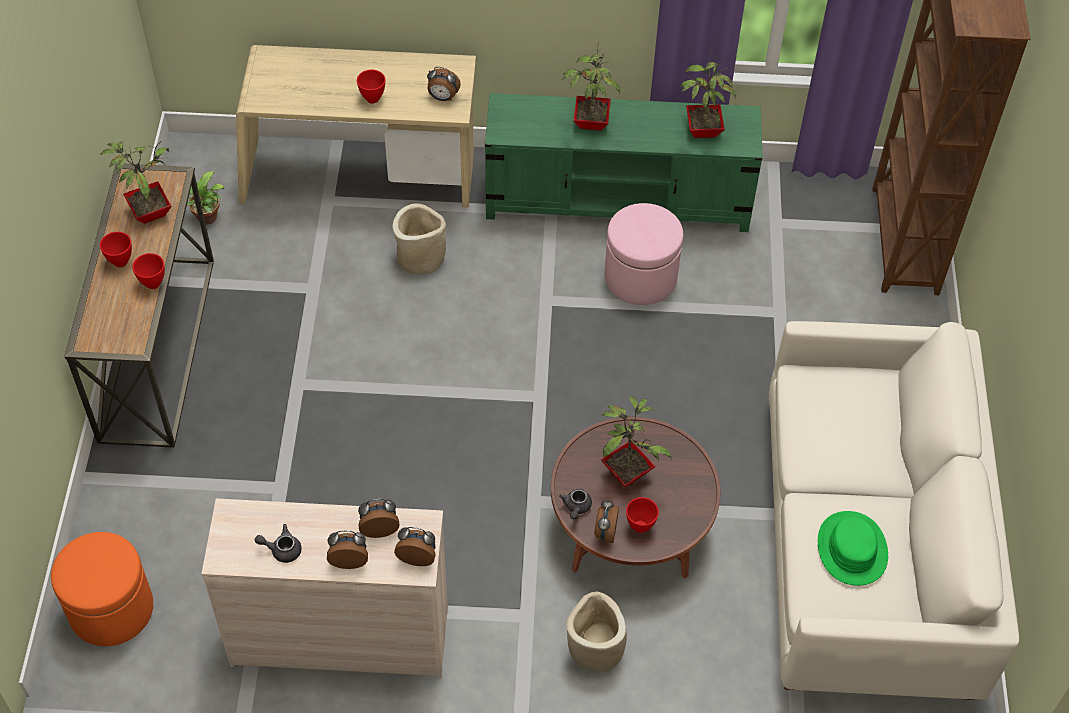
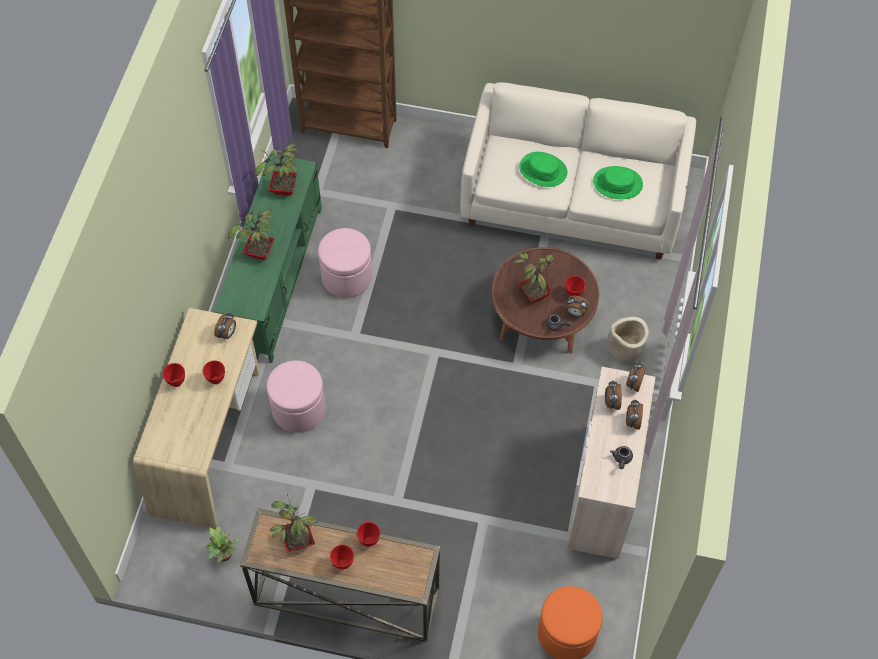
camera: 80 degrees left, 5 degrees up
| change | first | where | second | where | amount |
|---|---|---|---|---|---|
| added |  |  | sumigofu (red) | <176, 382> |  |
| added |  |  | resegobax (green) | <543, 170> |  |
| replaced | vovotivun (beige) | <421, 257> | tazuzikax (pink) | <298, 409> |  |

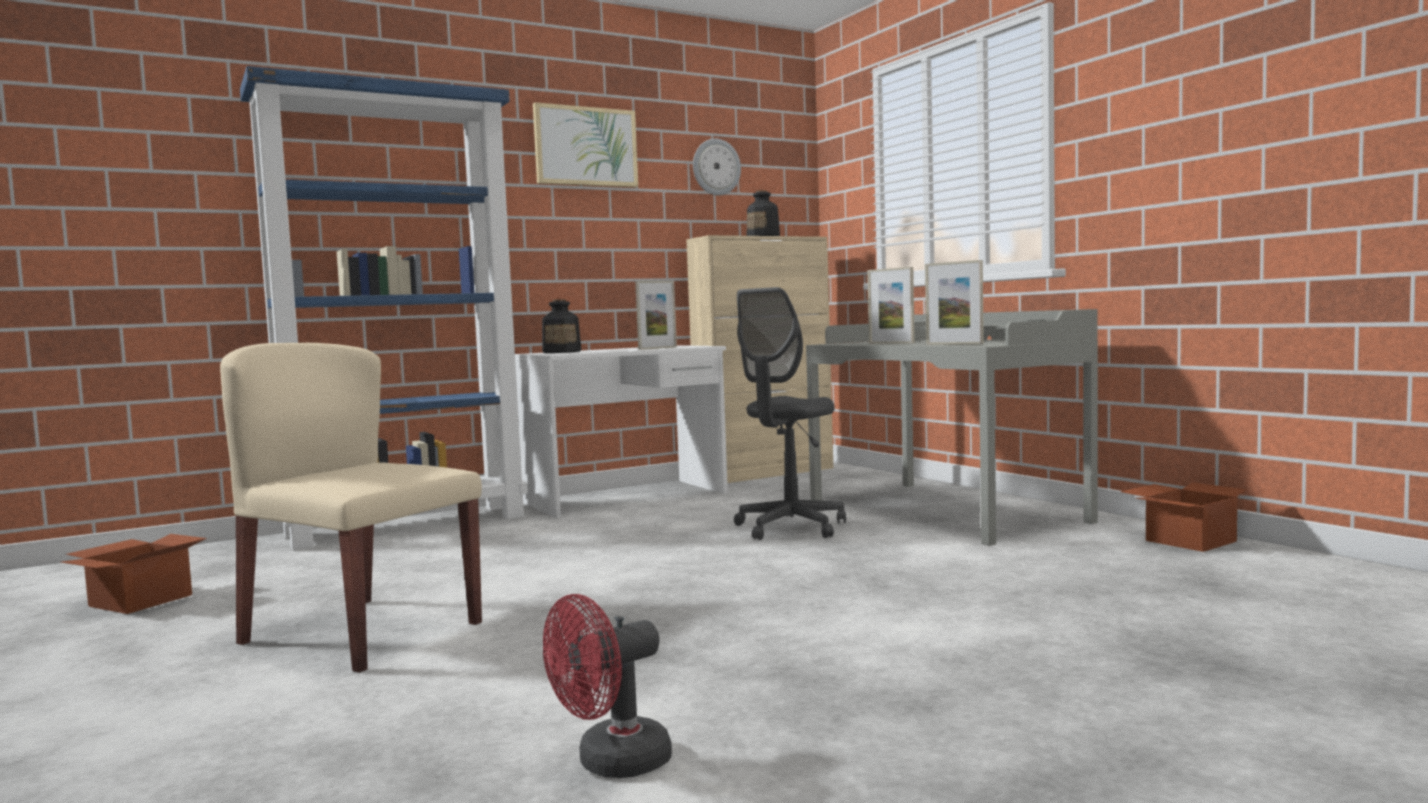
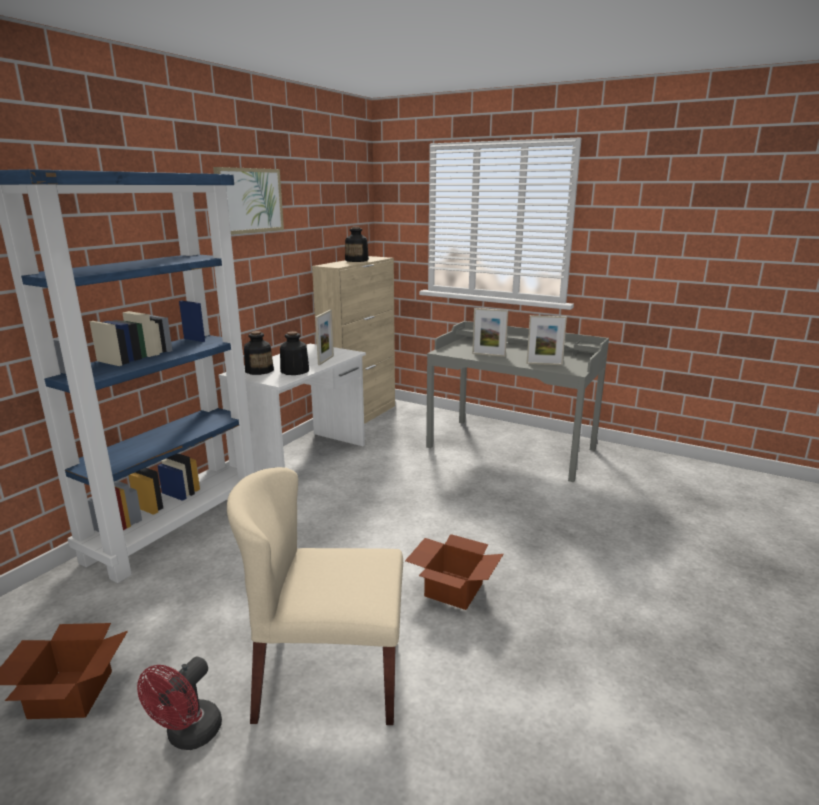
camera: 30 degrees left, 15 degrees up
| change | first | where | second | where | amount |
|---|---|---|---|---|---|
| removed | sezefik | <716, 167> |  |  |  |
| removed | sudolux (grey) | <790, 528> |  |  |  |
| added |  |  | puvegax | <294, 371> |  |
| moved | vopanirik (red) | <611, 764> |  | <188, 736> |  |
| moved | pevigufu | <1189, 540> |  | <452, 588> |  |

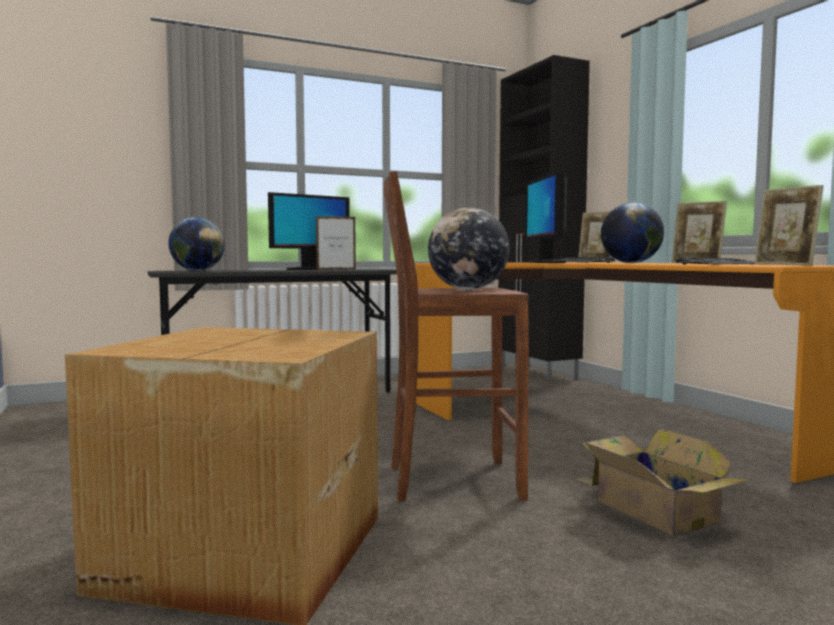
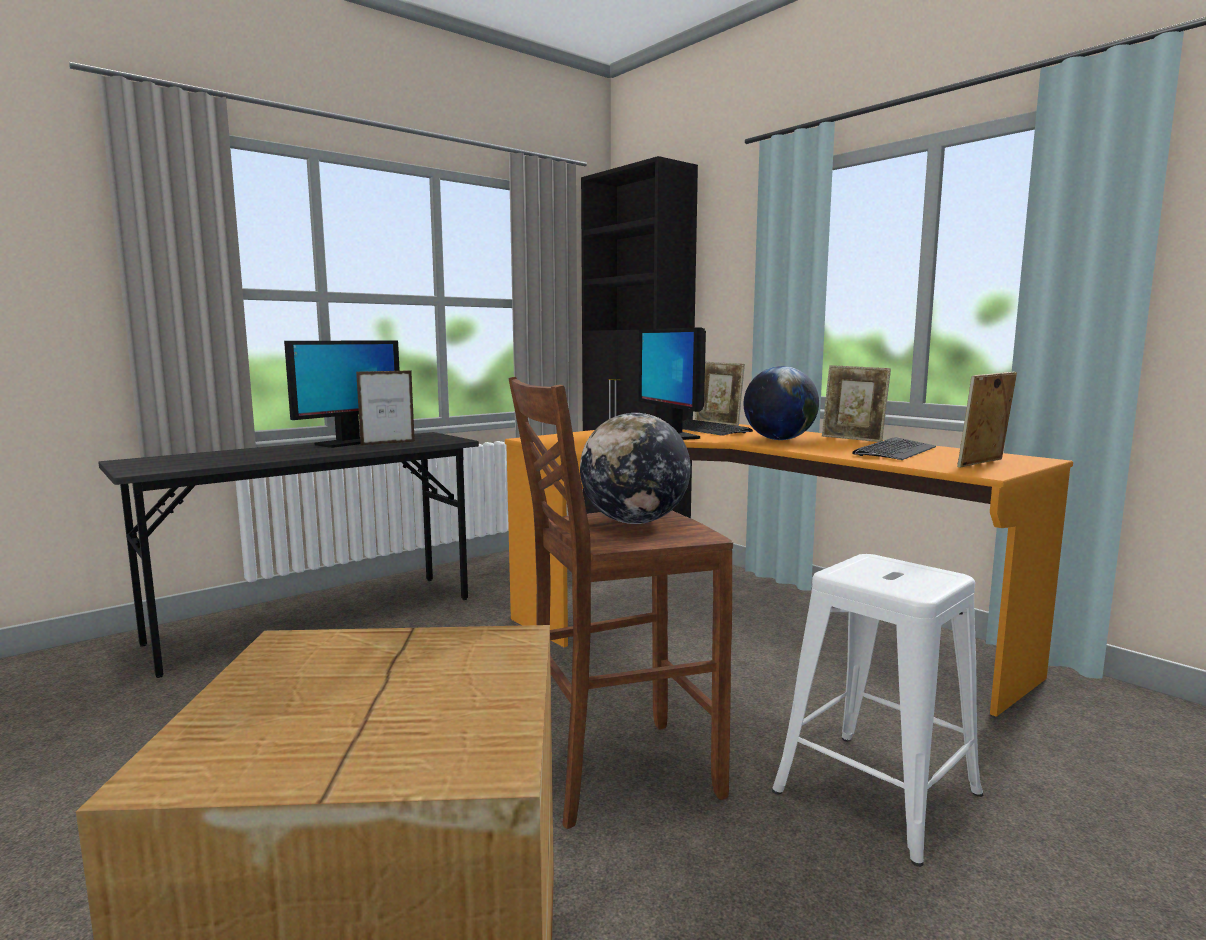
camera: 15 degrees left, 5 degrees up
| change | first | where | second | where | amount |
|---|---|---|---|---|---|
| removed | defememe | <197, 270> |  |  |  |
| replaced | pevigufu | <653, 510> | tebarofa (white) | <877, 792> |  |
| turned | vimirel | <785, 265> |  | <982, 464> | 90 degrees clockwise |

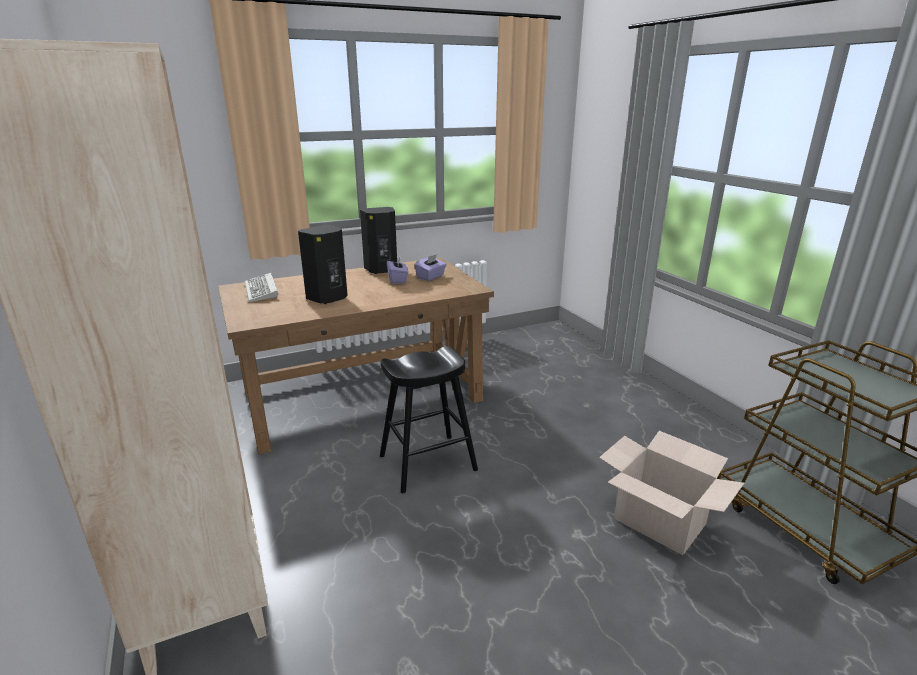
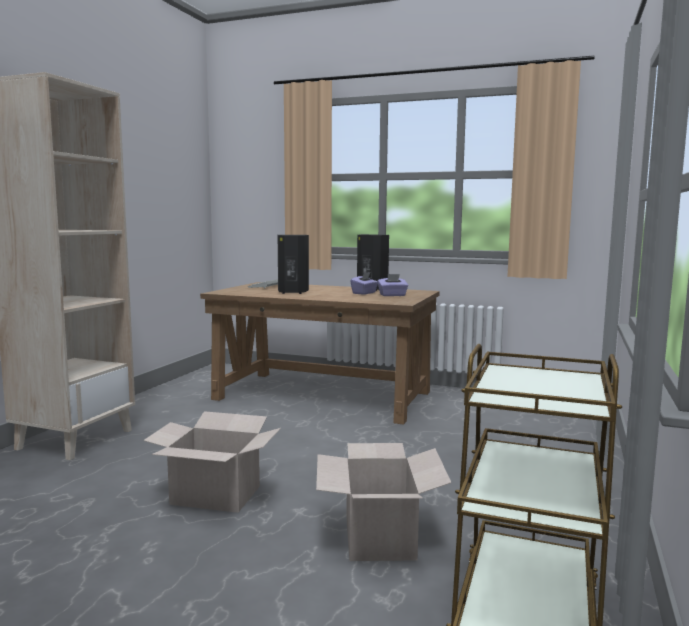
camera: 45 degrees right, 15 degrees down
| change | first | where | second | where | amount |
|---|---|---|---|---|---|
| removed | tebarofa (black) | <428, 463> |  |  |  |
| added |  |  | pevigufu | <216, 495> |  |

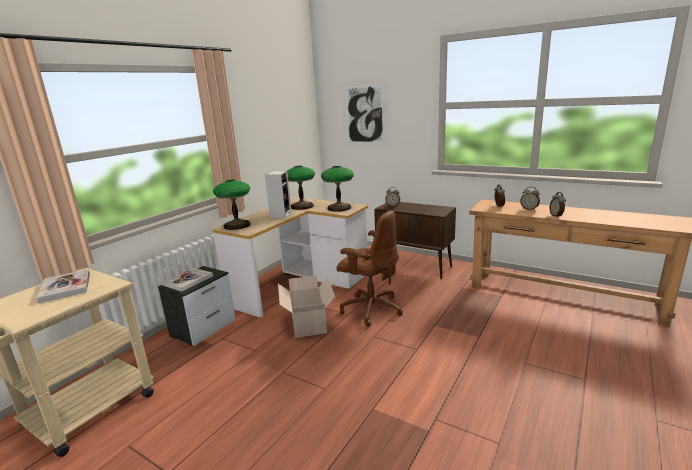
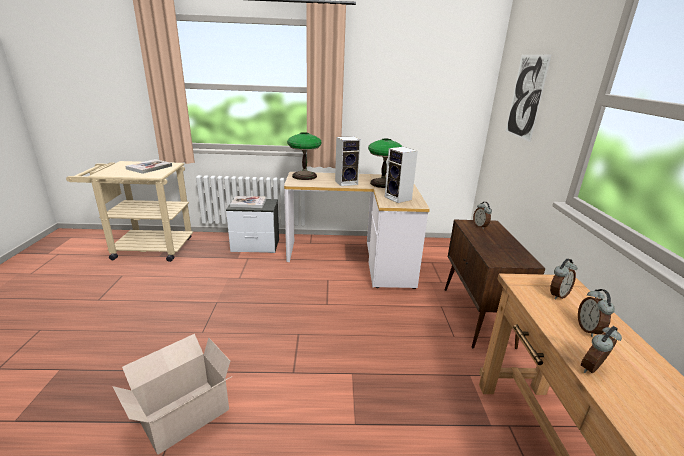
camera: 55 degrees right, 5 degrees up
| change | first | where | second | where | amount |
|---|---|---|---|---|---|
| removed | sudolux (brown) | <371, 309> |  |  |  |
| moved | pevigufu | <308, 324> |  | <182, 416> |  |
| replaced | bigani | <339, 208> | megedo | <399, 198> |  |

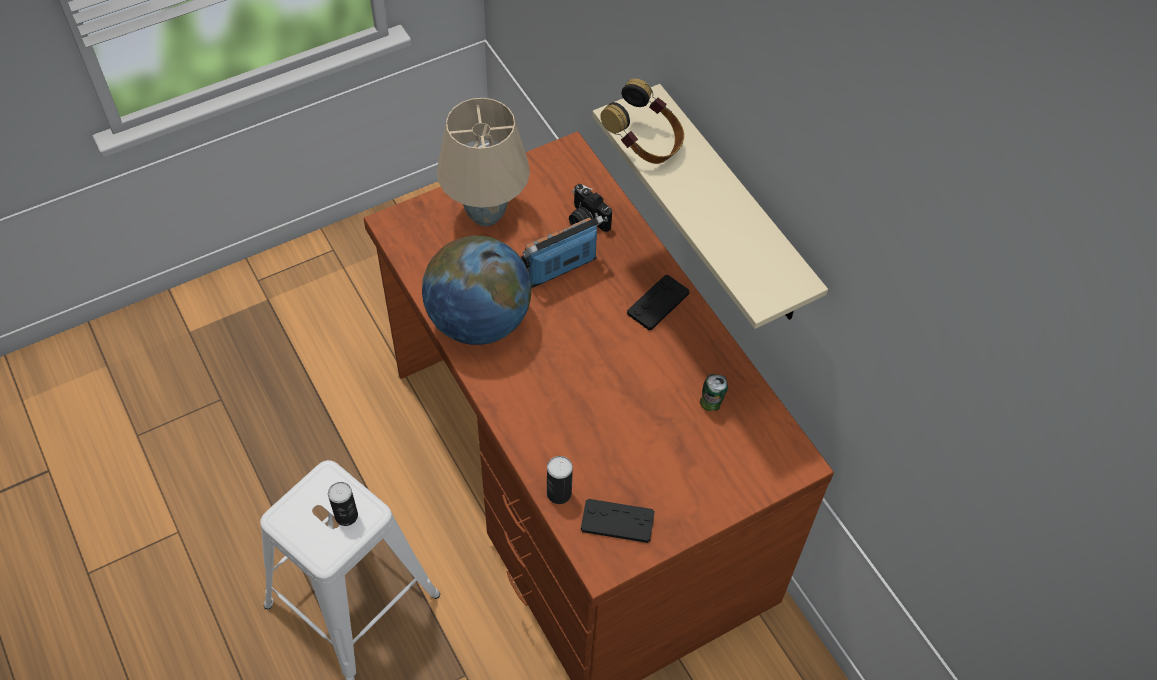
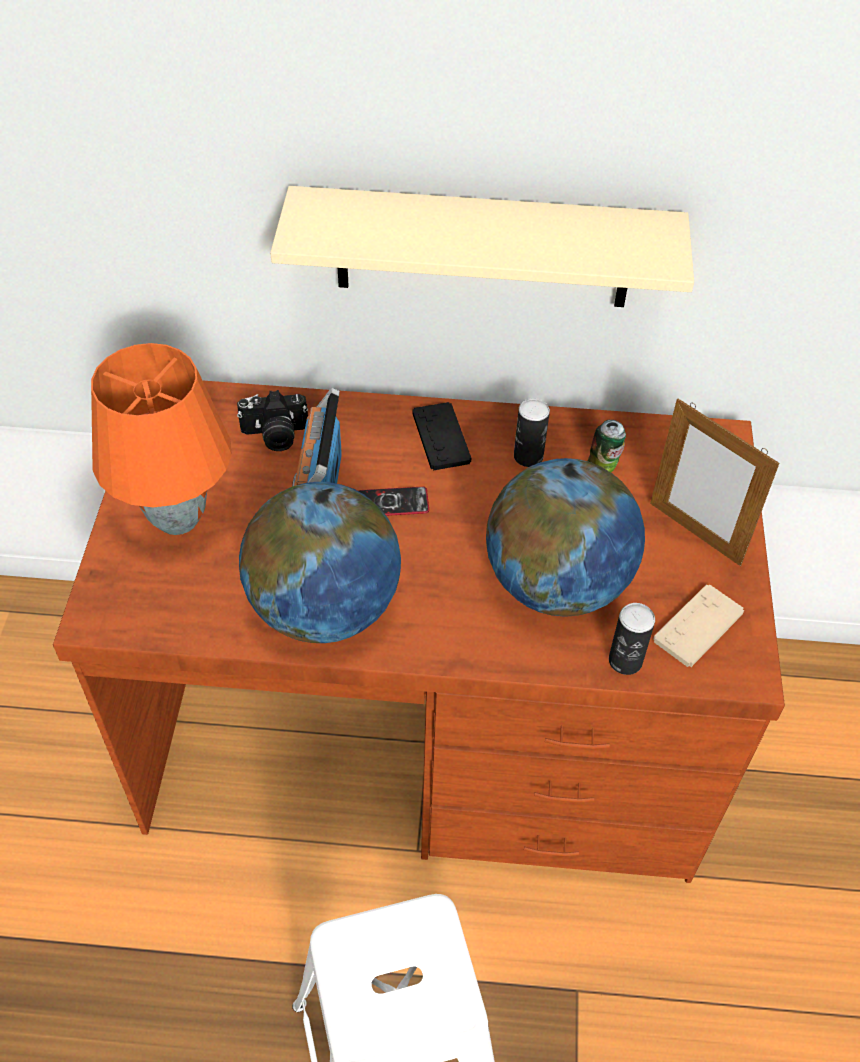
camera: 55 degrees left, 5 degrees down
| change | first | where | second | where | amount |
|---|---|---|---|---|---|
| removed | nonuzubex | <644, 144> |  |  |  |
| added |  |  | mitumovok | <392, 503> |  |
| added |  |  | defememe | <557, 584> |  |
| added |  |  | vimirel | <695, 533> |  |
| moved | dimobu | <346, 515> |  | <528, 456> |  |
| recoloured | bigani (beige) | <486, 214> | bigani (orange) | <176, 518> |  |
| recoloured | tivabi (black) | <617, 521> | tivabi (beige) | <698, 626> |  |

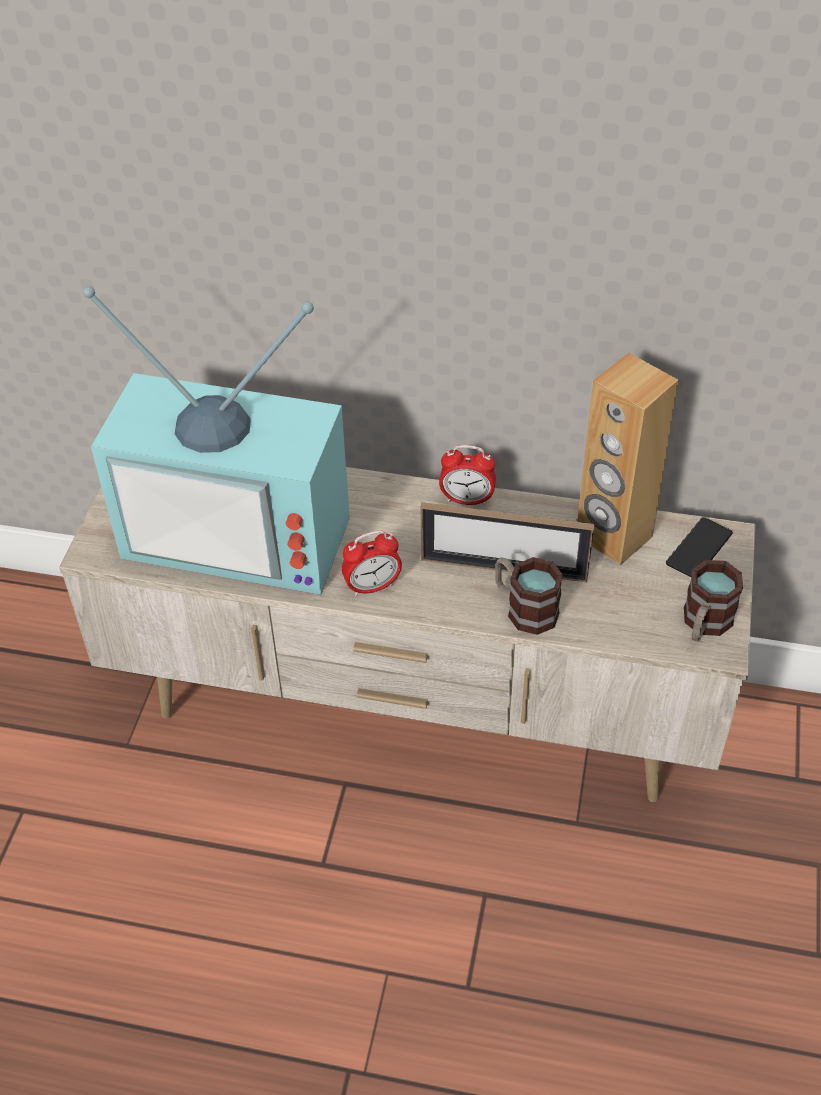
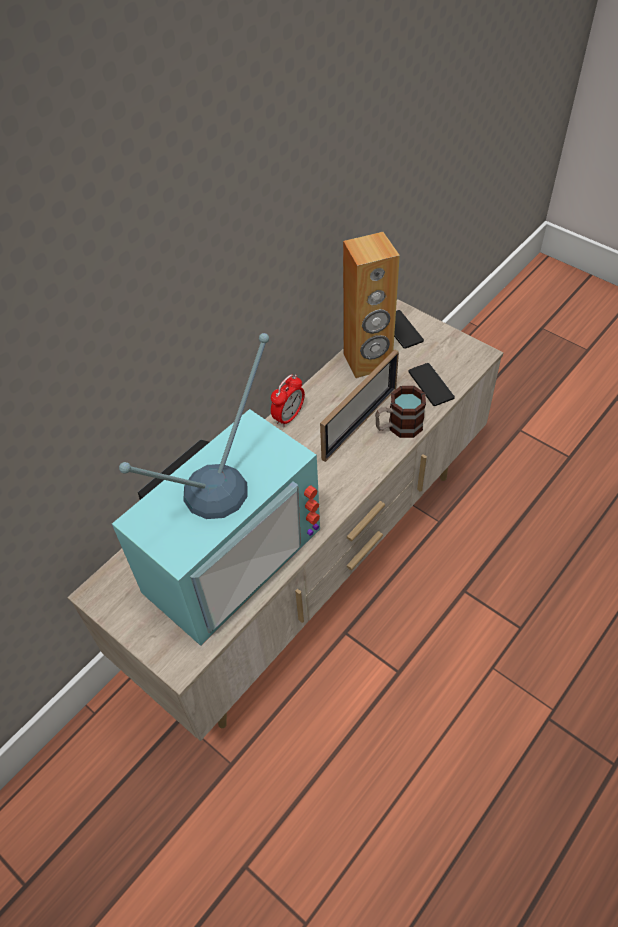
camera: 60 degrees left, 5 degrees up
| change | first | where | second | where | amount |
|---|---|---|---|---|---|
| removed | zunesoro | <372, 586> |  |  |  |
| removed | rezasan | <704, 624> |  |  |  |
| added |  |  | mitumovok | <431, 385> |  |

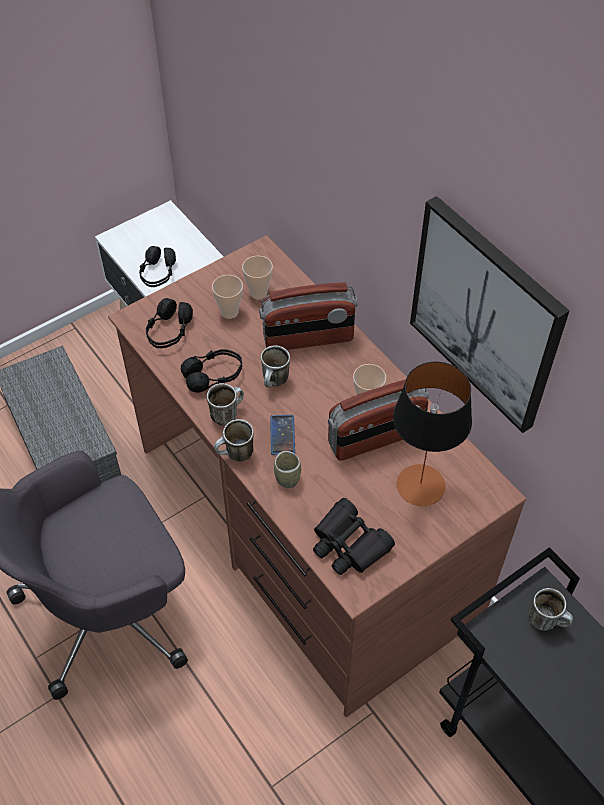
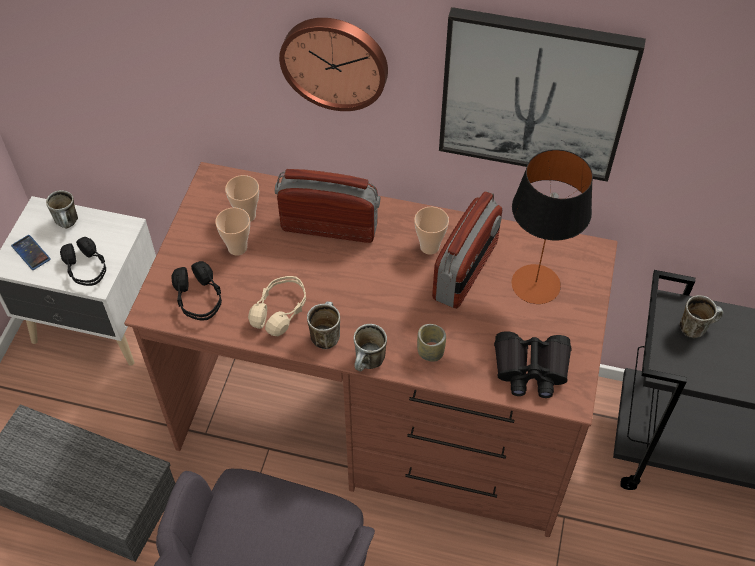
camera: 40 degrees left, 0 degrees up
| change | first | where | second | where | amount |
|---|---|---|---|---|---|
| added |  |  | sezefik | <335, 61> |  |
| moved | rezasan | <275, 382> |  | <69, 223> |  |
| moved | mitumovok | <282, 435> |  | <31, 253> |  |
| recoloured | nonuzubex (black) | <213, 376> | nonuzubex (beige) | <280, 311> |  |
| turned | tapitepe | <308, 339> |  | <329, 227> | 120 degrees counterclockwise |

